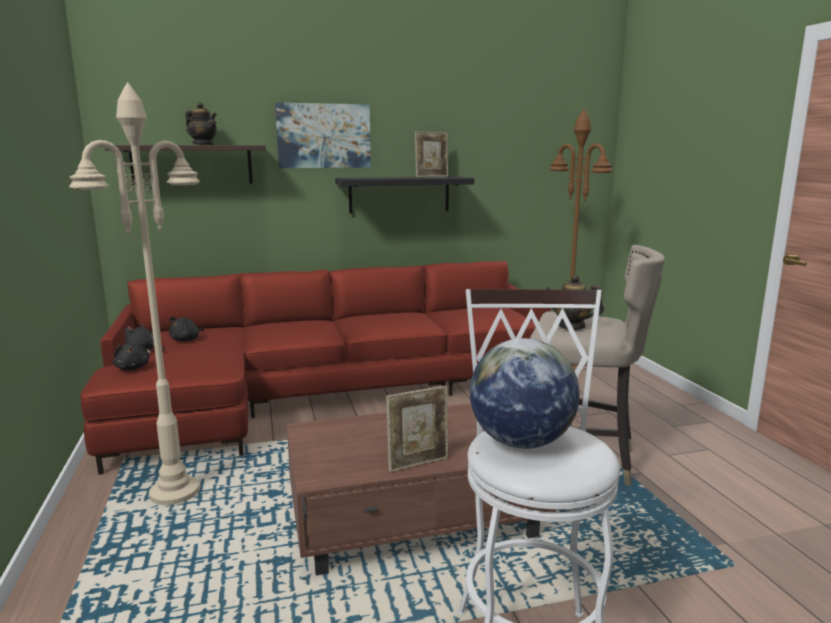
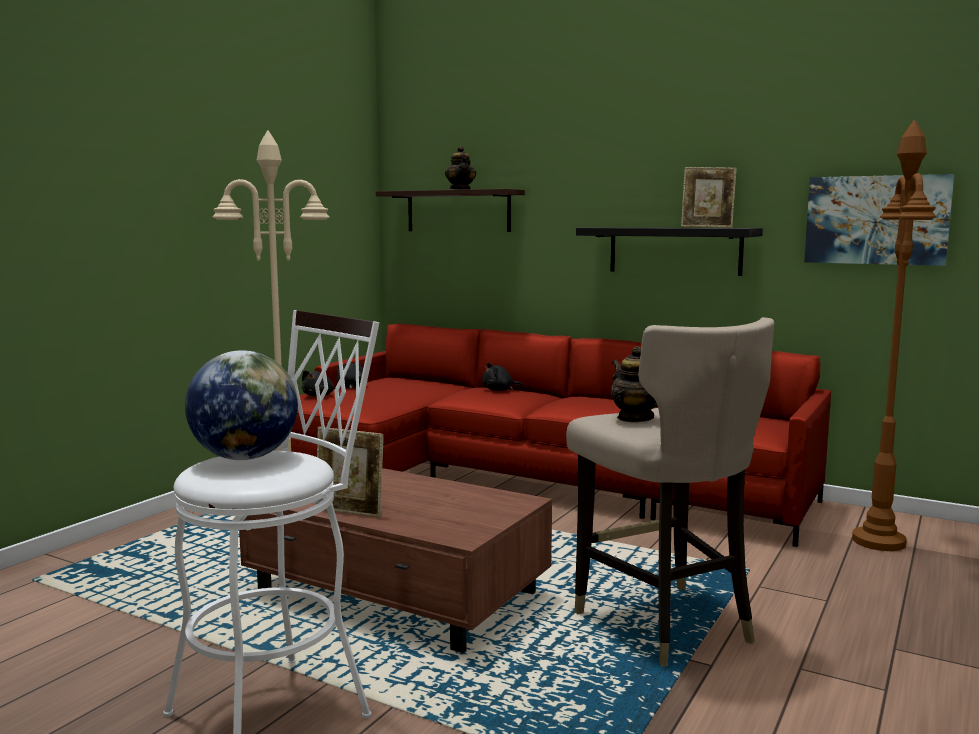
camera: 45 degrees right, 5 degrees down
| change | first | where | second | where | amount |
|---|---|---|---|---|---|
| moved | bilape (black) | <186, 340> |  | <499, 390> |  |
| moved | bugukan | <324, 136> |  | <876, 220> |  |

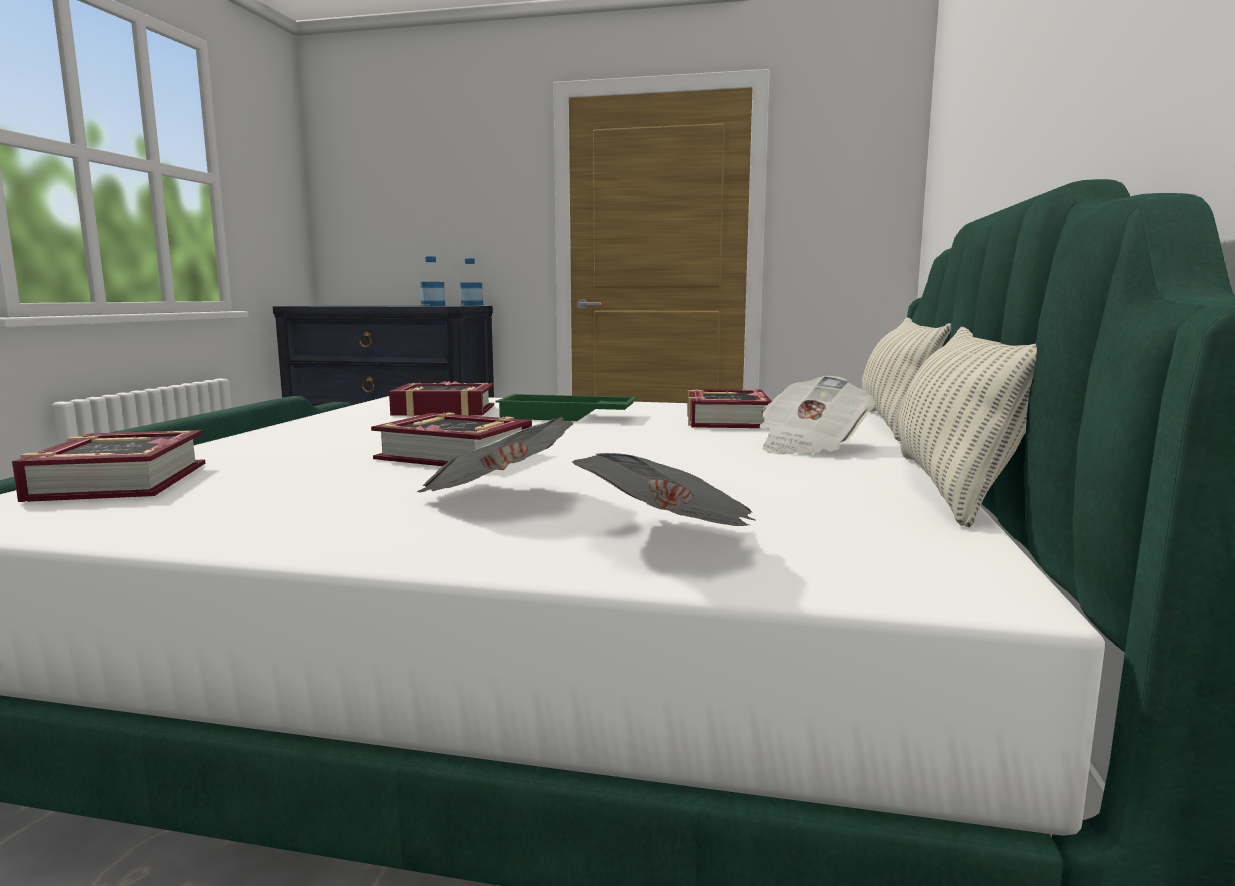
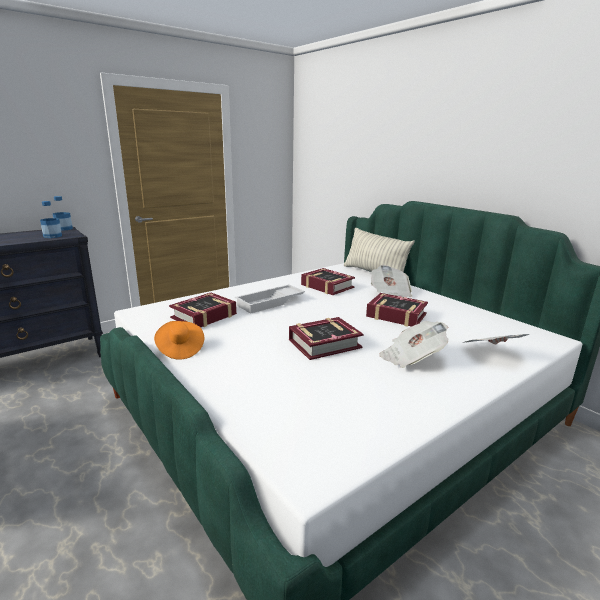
camera: 50 degrees left, 10 degrees up
| change | first | where | second | where | amount |
|---|---|---|---|---|---|
| removed | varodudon | <953, 487> |  |  |  |
| added |  |  | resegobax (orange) | <180, 349> |  |
| moved | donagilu | <119, 482> |  | <396, 315> |  |
| recoloured | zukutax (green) | <565, 417> | zukutax (white) | <270, 303> |  |

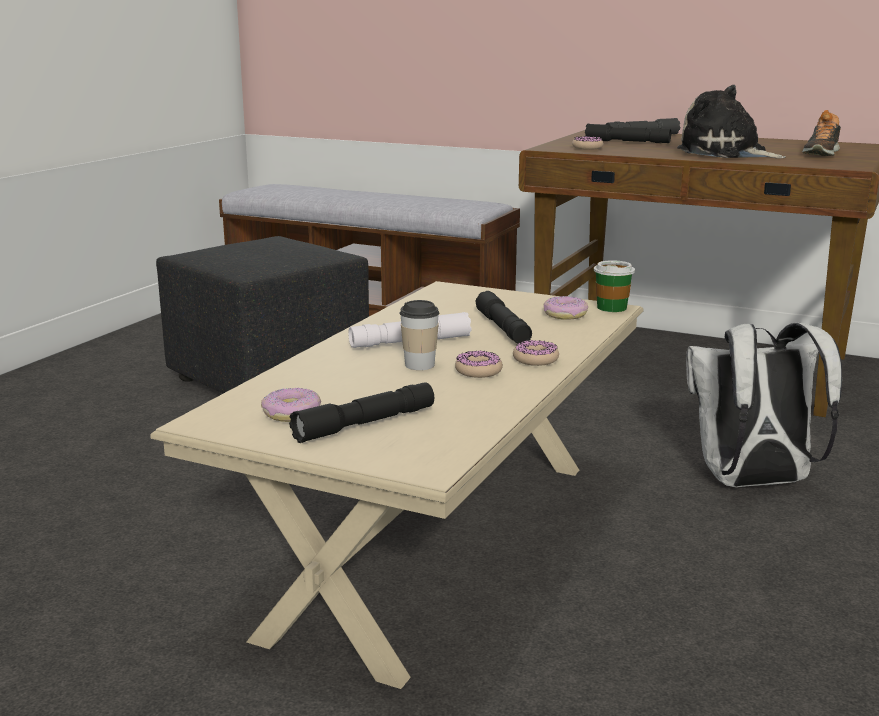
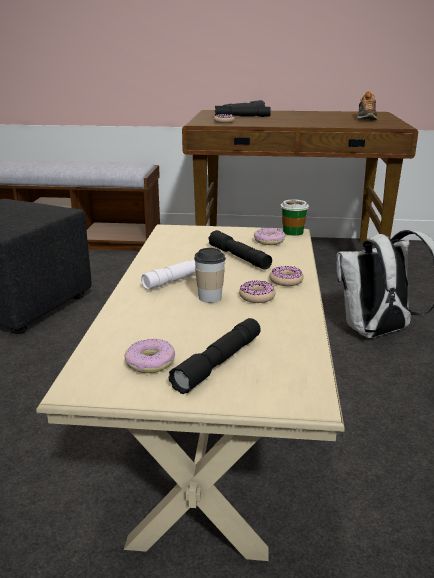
camera: 20 degrees left, 5 degrees up
| change | first | where | second | where | amount |
|---|---|---|---|---|---|
| removed | bilape | <726, 153> |  |  |  |

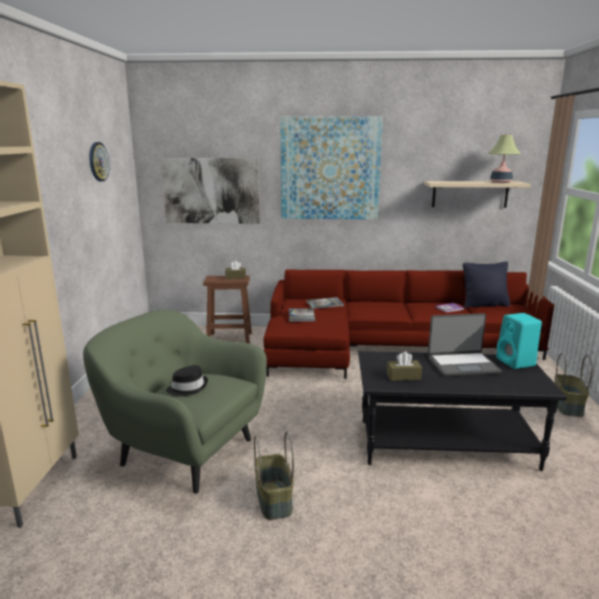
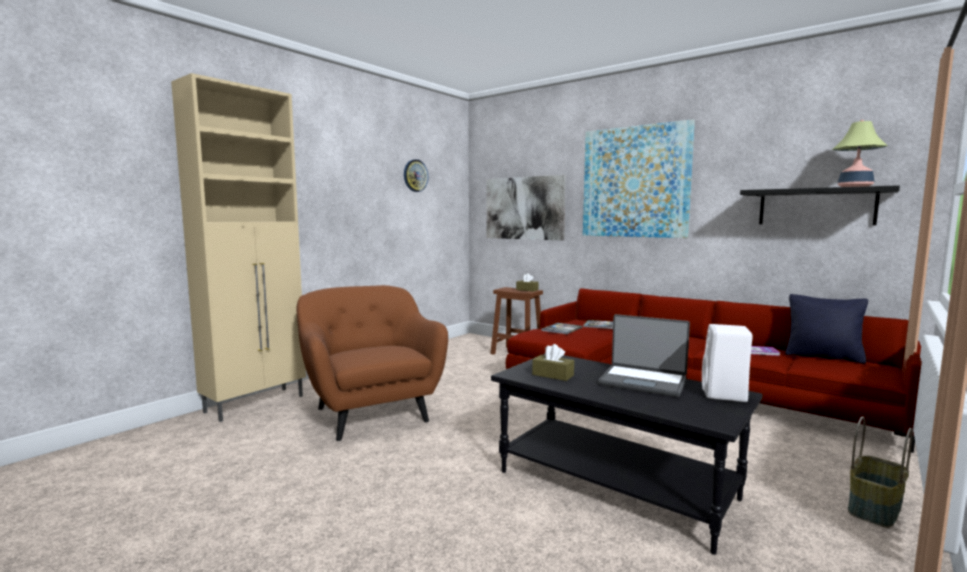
camera: 35 degrees right, 10 degrees down
| change | first | where | second | where | amount |
|---|---|---|---|---|---|
| removed | resegobax (black) | <188, 388> |  |  |  |
| removed | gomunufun | <273, 499> |  |  |  |
| recoloured | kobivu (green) | <184, 450> | kobivu (brown) | <370, 413> |  |
| recoloured | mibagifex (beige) | <470, 194> | mibagifex (black) | <815, 207> |  |
| recoloured | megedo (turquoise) | <516, 362> | megedo (white) | <724, 394> |  |

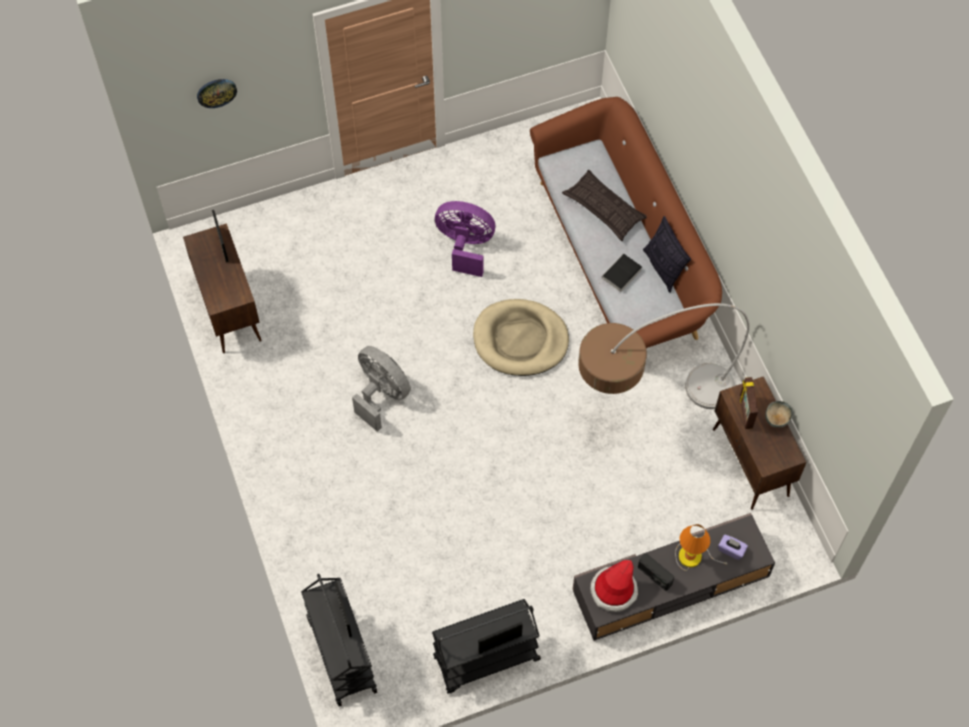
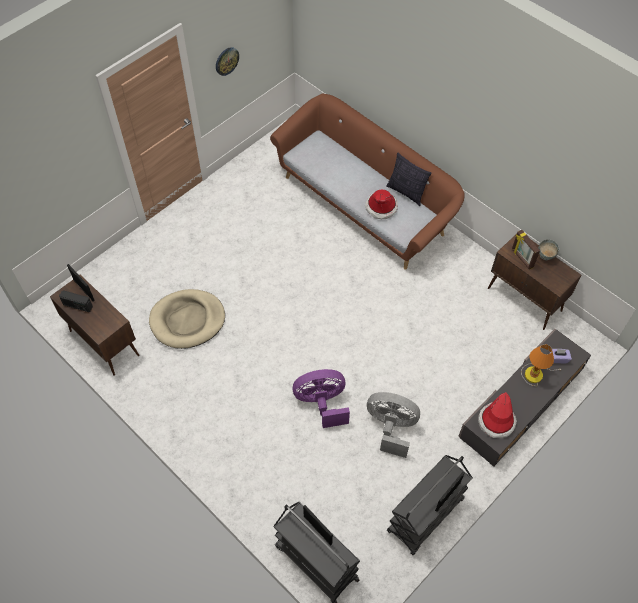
camera: 25 degrees left, 5 degrees down
| change | first | where | second | where | amount |
|---|---|---|---|---|---|
| removed | varodudon | <604, 208> |  |  |  |
| removed | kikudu | <647, 408> |  |  |  |
| moved | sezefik | <216, 92> |  | <226, 61> |  |
| moved | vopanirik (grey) | <381, 394> |  | <391, 427> |  |
| moved | vopanirik (purple) | <465, 246> |  | <322, 403> |  |
| moved | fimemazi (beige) | <520, 340> |  | <187, 320> |  |
| moved | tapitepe | <654, 575> |  | <77, 305> |  |
| replaced | donagilu | <621, 275> | resegobax | <381, 207> |  |

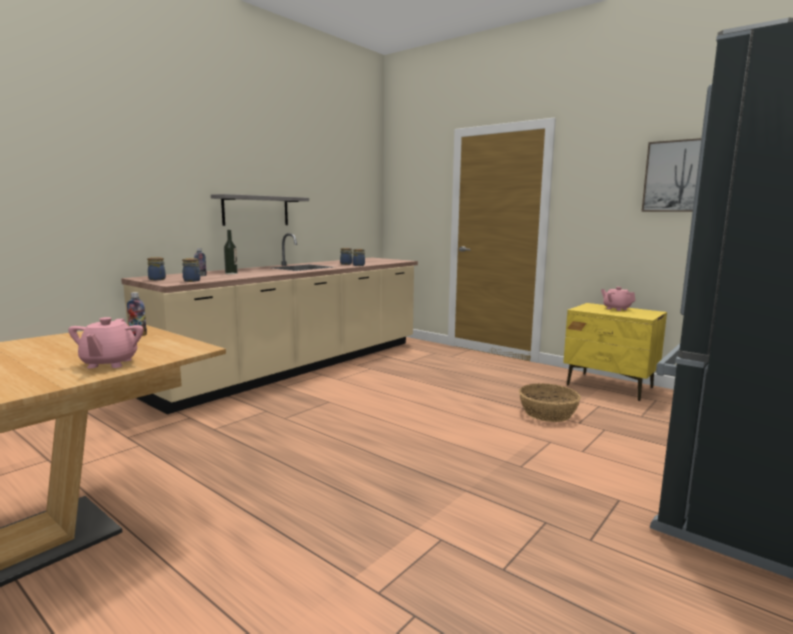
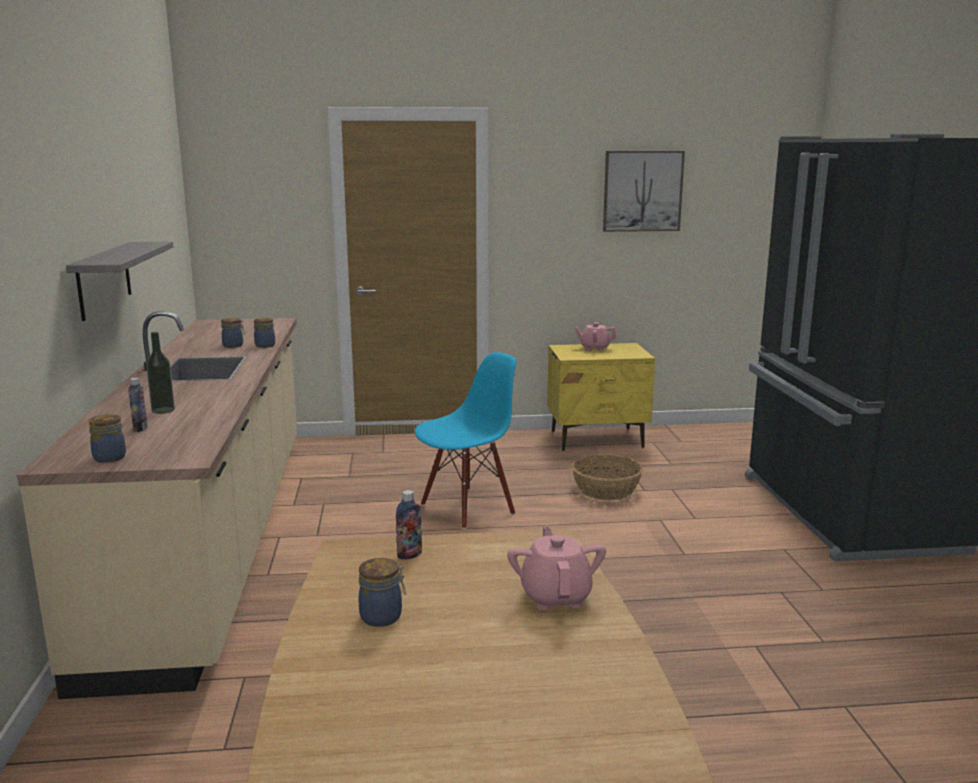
camera: 45 degrees left, 5 degrees up
| change | first | where | second | where | amount |
|---|---|---|---|---|---|
| added |  |  | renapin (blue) | <467, 508> |  |
| moved | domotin | <192, 280> |  | <383, 616> |  |
| turned | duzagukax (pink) | <109, 363> |  | <556, 596> | 135 degrees counterclockwise |

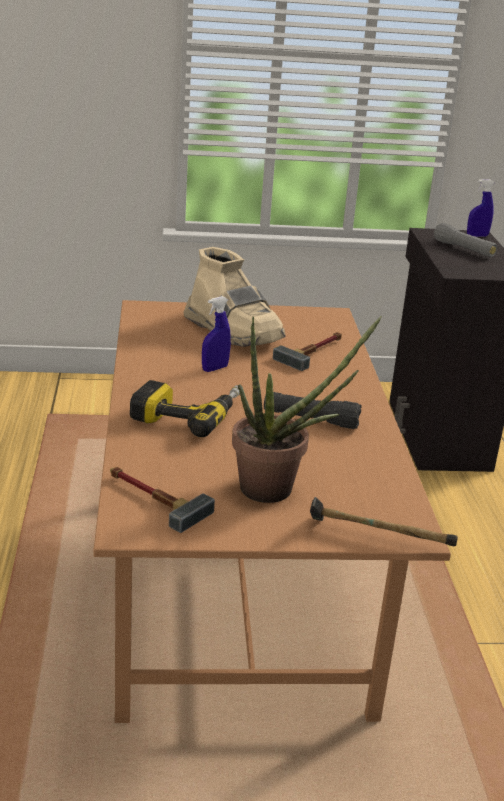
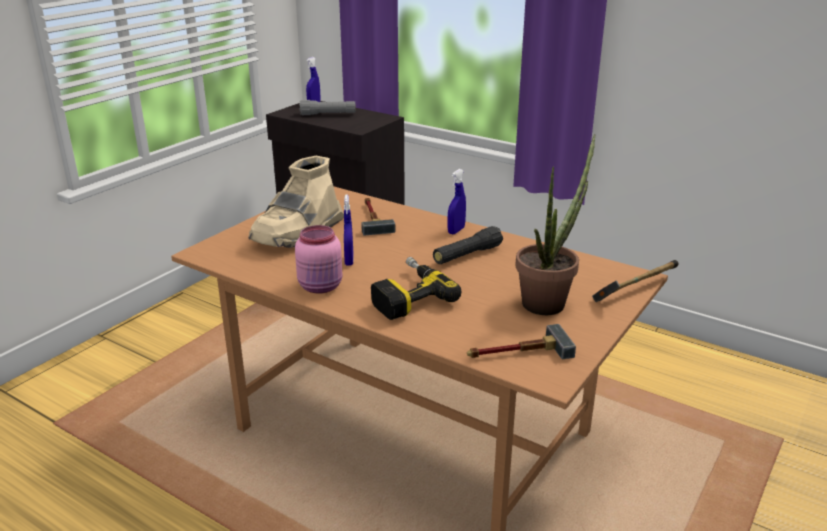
camera: 50 degrees left, 0 degrees up
| change | first | where | second | where | amount |
|---|---|---|---|---|---|
| added |  |  | domotin (pink) | <321, 287> |  |
| added |  |  | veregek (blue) | <456, 230> |  |
| turned | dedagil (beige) | <233, 331> |  | <299, 233> | 120 degrees clockwise |

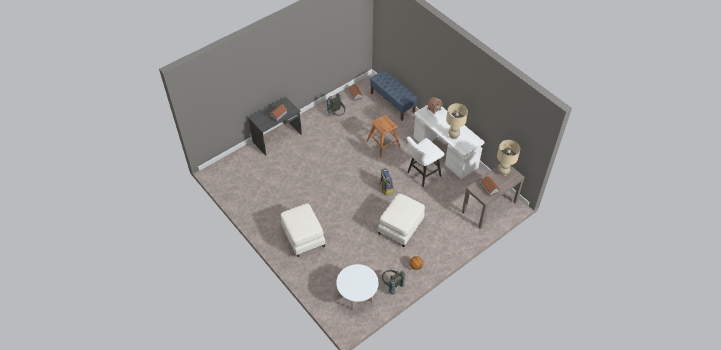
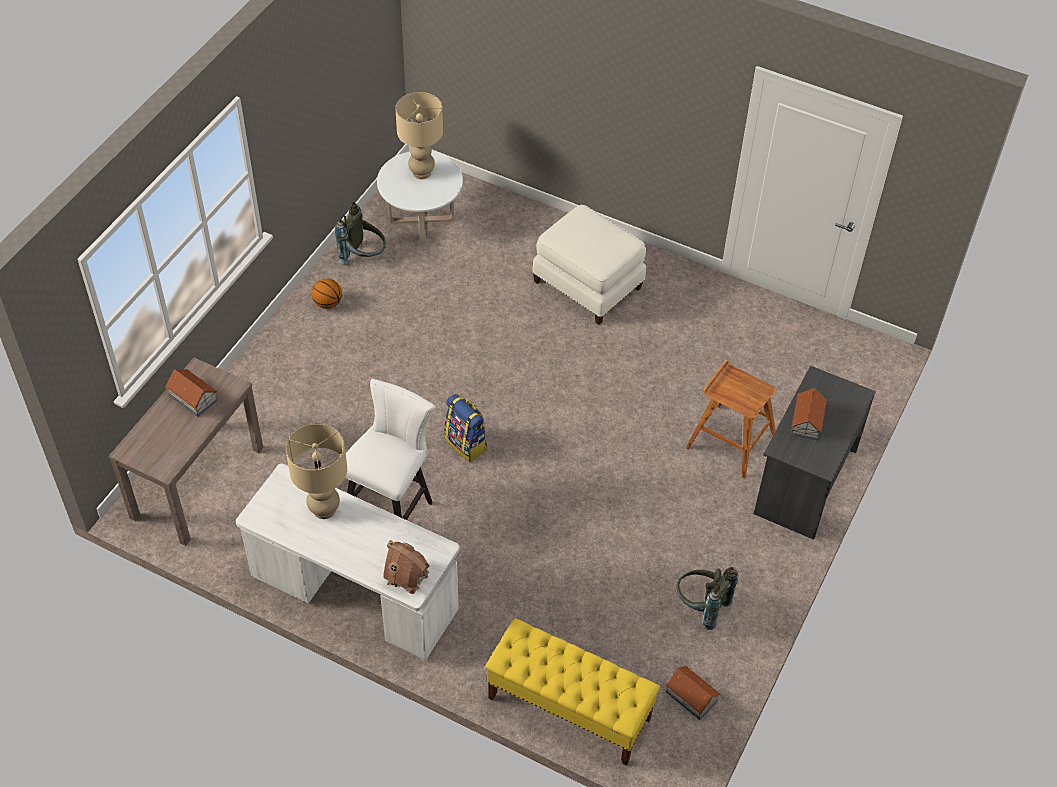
camera: 155 degrees right, 0 degrees up
| change | first | where | second | where | amount |
|---|---|---|---|---|---|
| removed | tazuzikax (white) | <401, 227> |  |  |  |
| moved | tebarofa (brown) | <383, 144> |  | <730, 440> |  |
| moved | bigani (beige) | <503, 172> |  | <422, 173> |  |
| recoloured | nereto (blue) | <392, 103> | nereto (yellow) | <568, 708> |  |

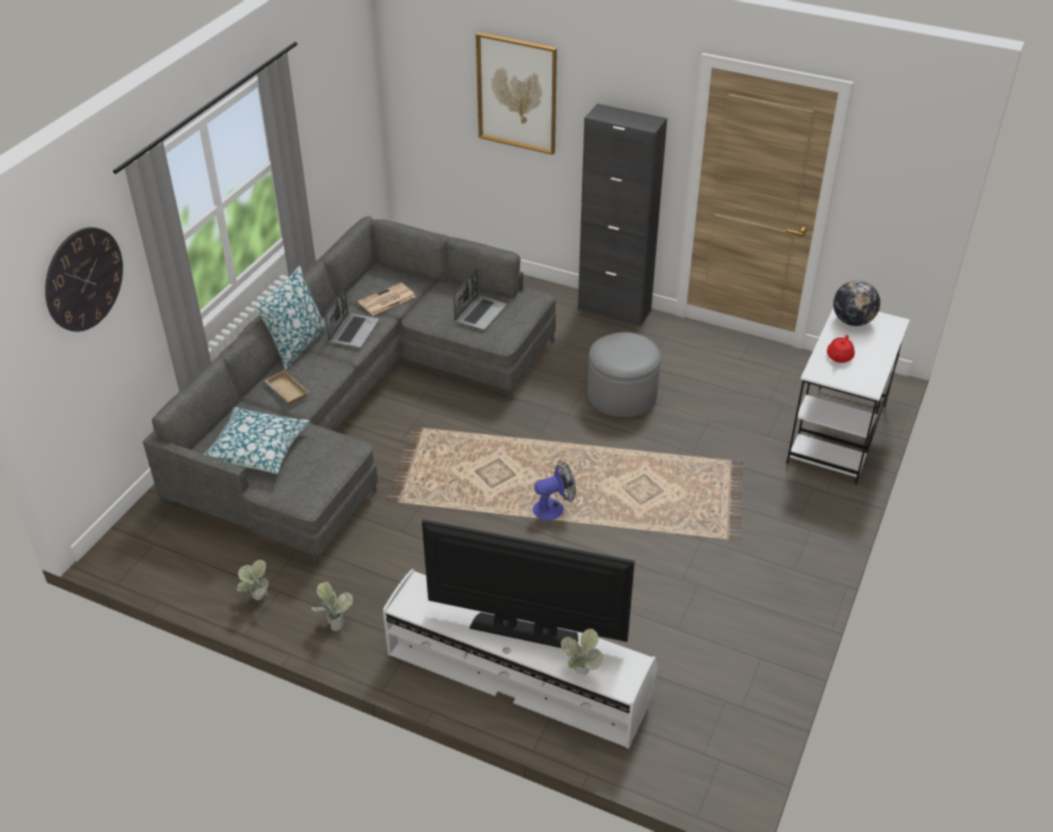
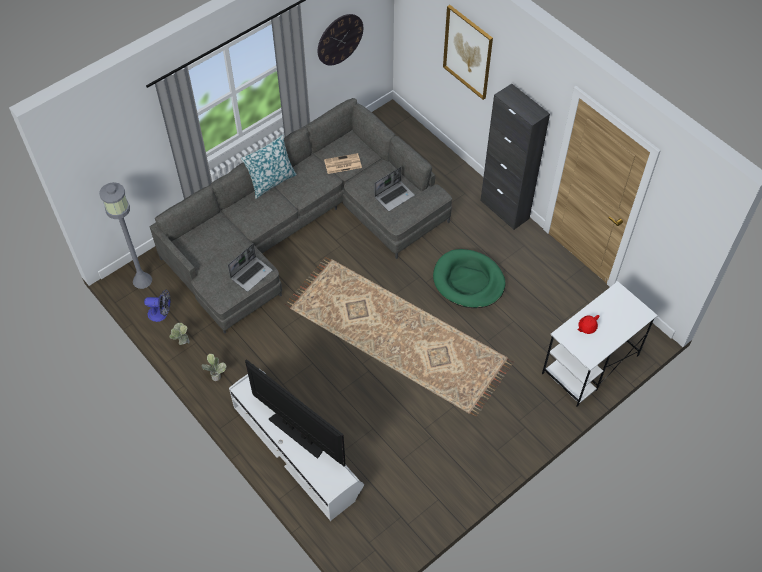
camera: 25 degrees right, 15 degrees up
| change | first | where | second | where | amount |
|---|---|---|---|---|---|
| removed | varodudon | <257, 449> |  |  |  |
| removed | zukutax (beige) | <285, 391> |  |  |  |
| removed | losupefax | <580, 674> |  |  |  |
| removed | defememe | <852, 321> |  |  |  |
| added |  |  | kikudu (grey) | <142, 280> |  |
| moved | sezefik | <84, 279> |  | <340, 39> |  |
| moved | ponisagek | <353, 331> |  | <251, 274> |  |
| moved | vopanirik | <553, 508> |  | <161, 314> |  |
| replaced | tazuzikax (grey) | <622, 395> | fimemazi (green) | <468, 281> |  |

